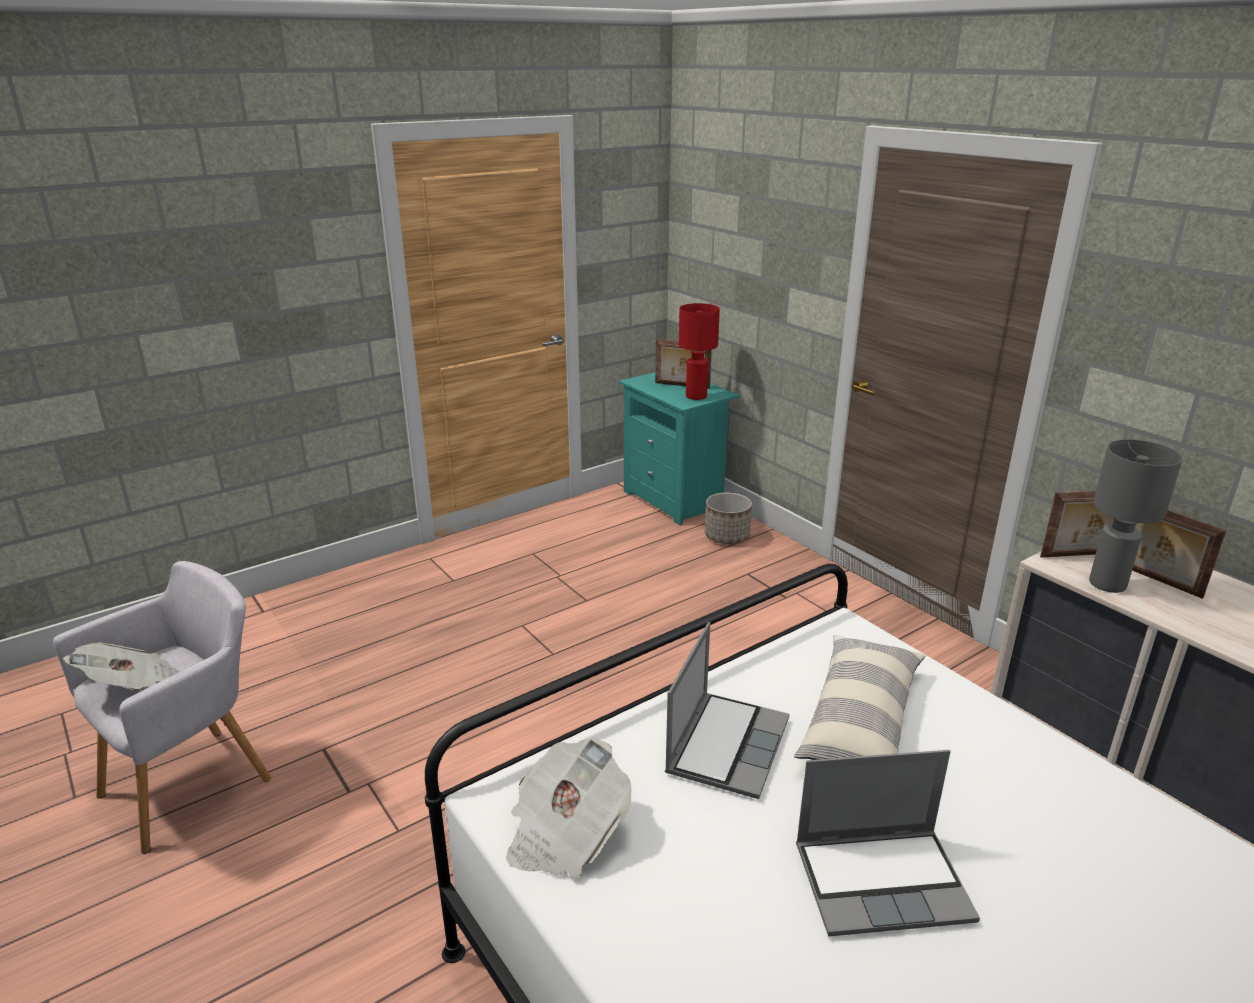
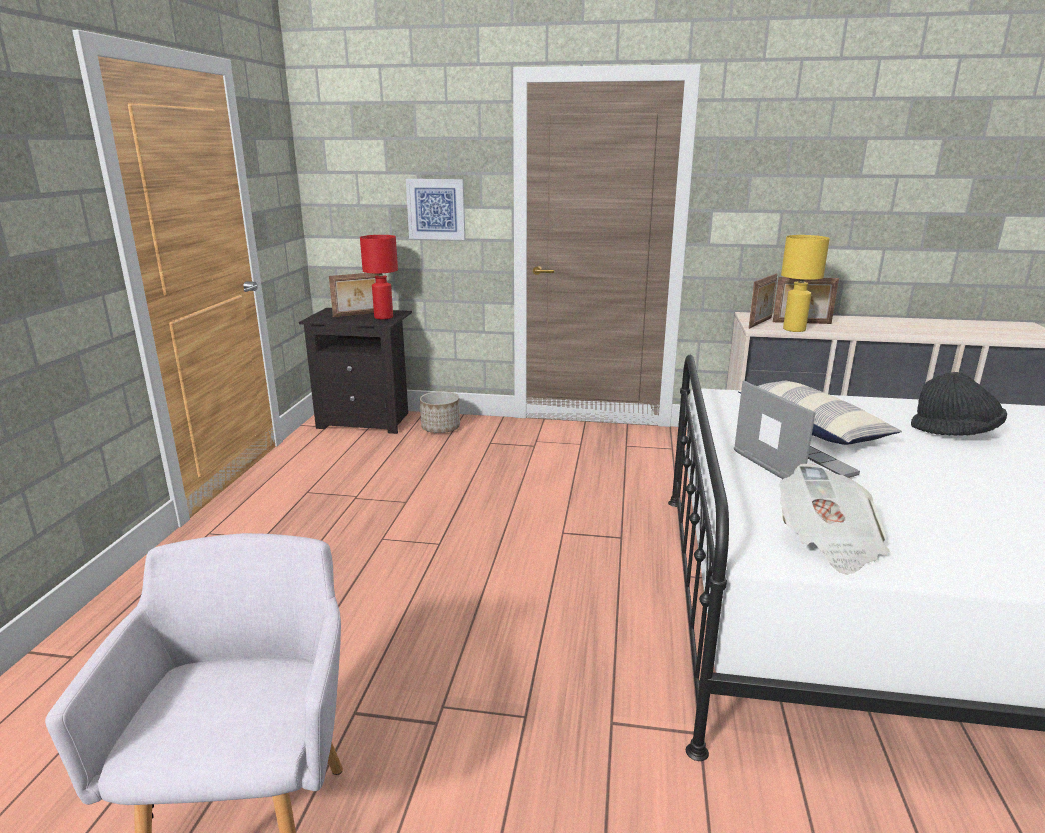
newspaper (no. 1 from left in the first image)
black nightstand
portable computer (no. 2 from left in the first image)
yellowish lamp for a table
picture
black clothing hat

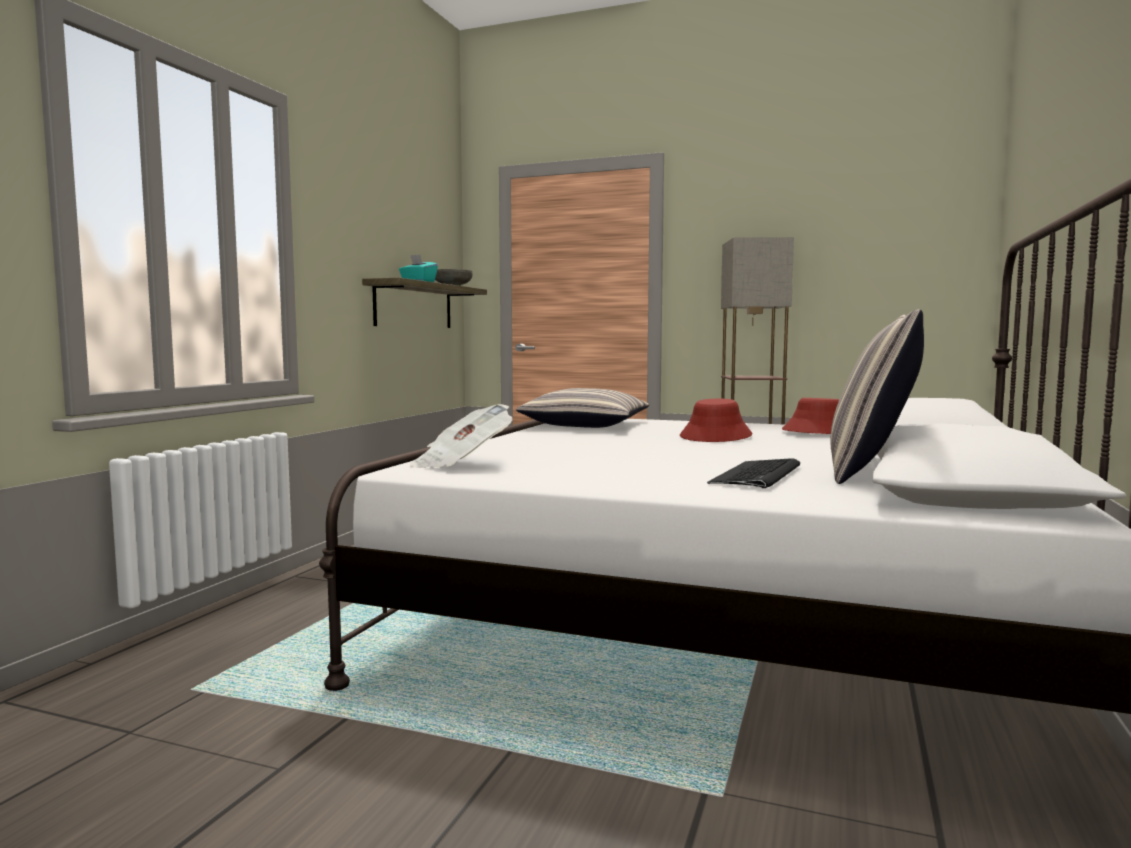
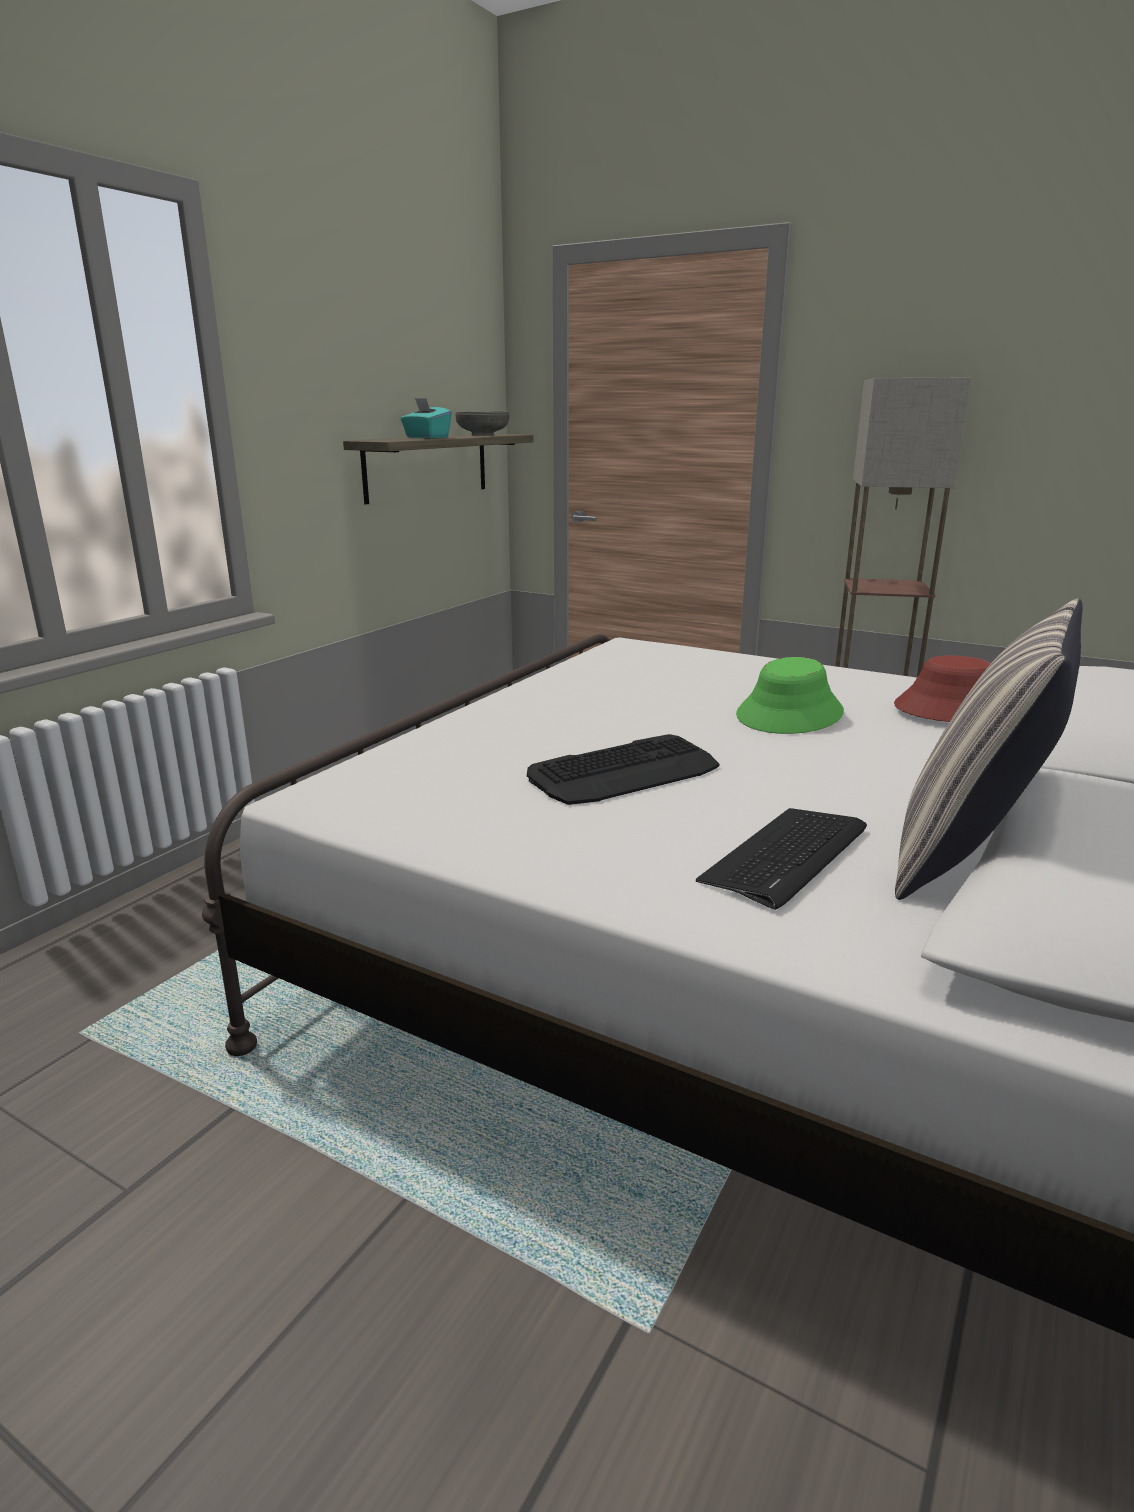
newspaper
pillow (no. 1 from left in the first image)
green clothing hat
PC keyboard (no. 1 from left)

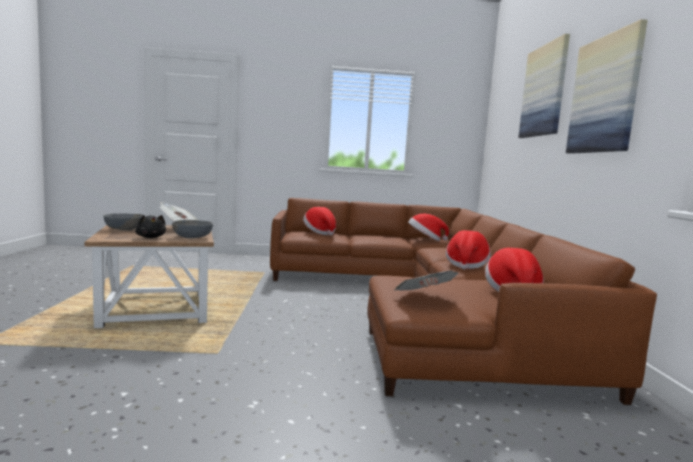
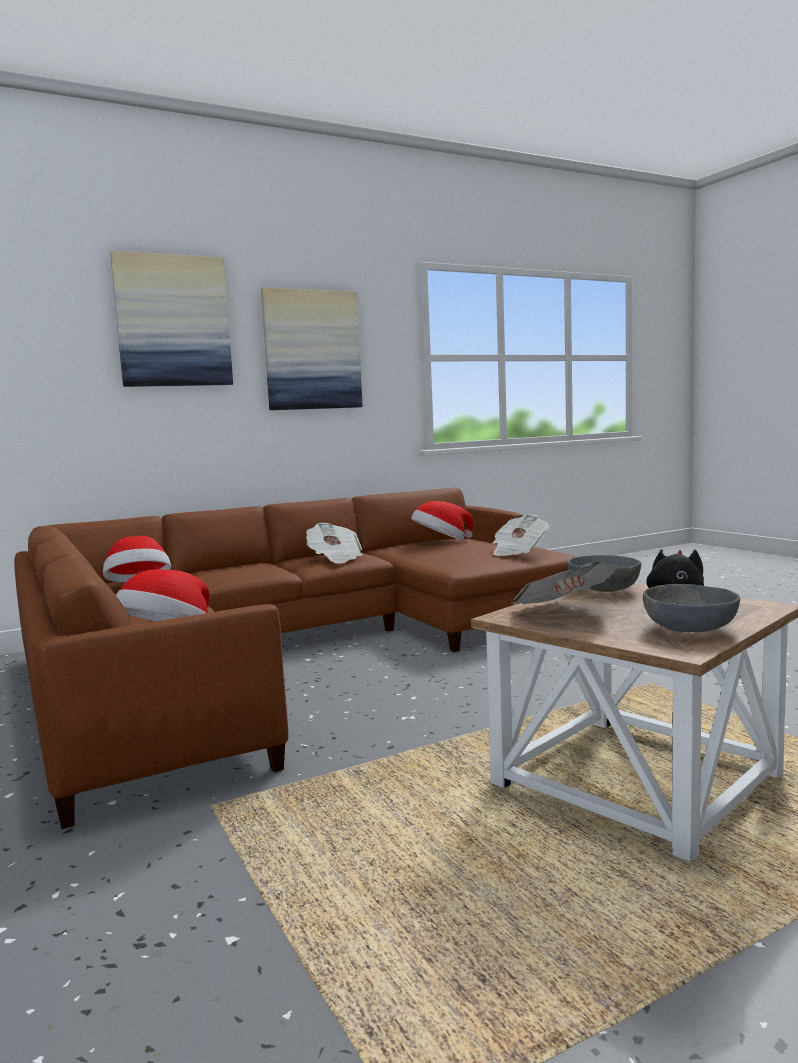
newspaper (no. 1 from left)

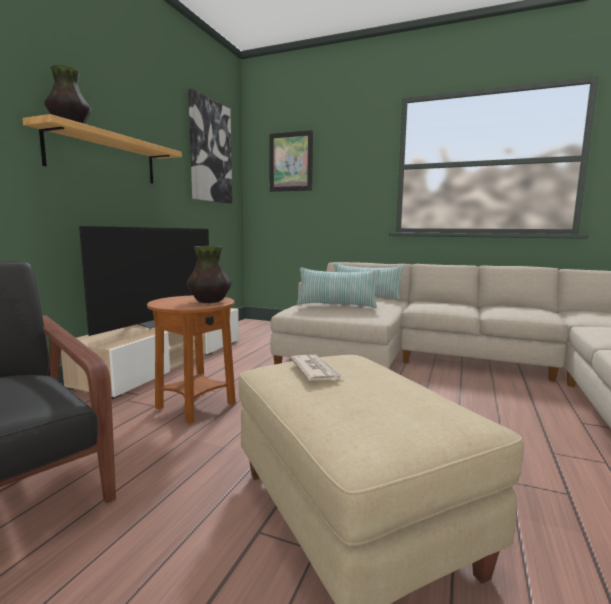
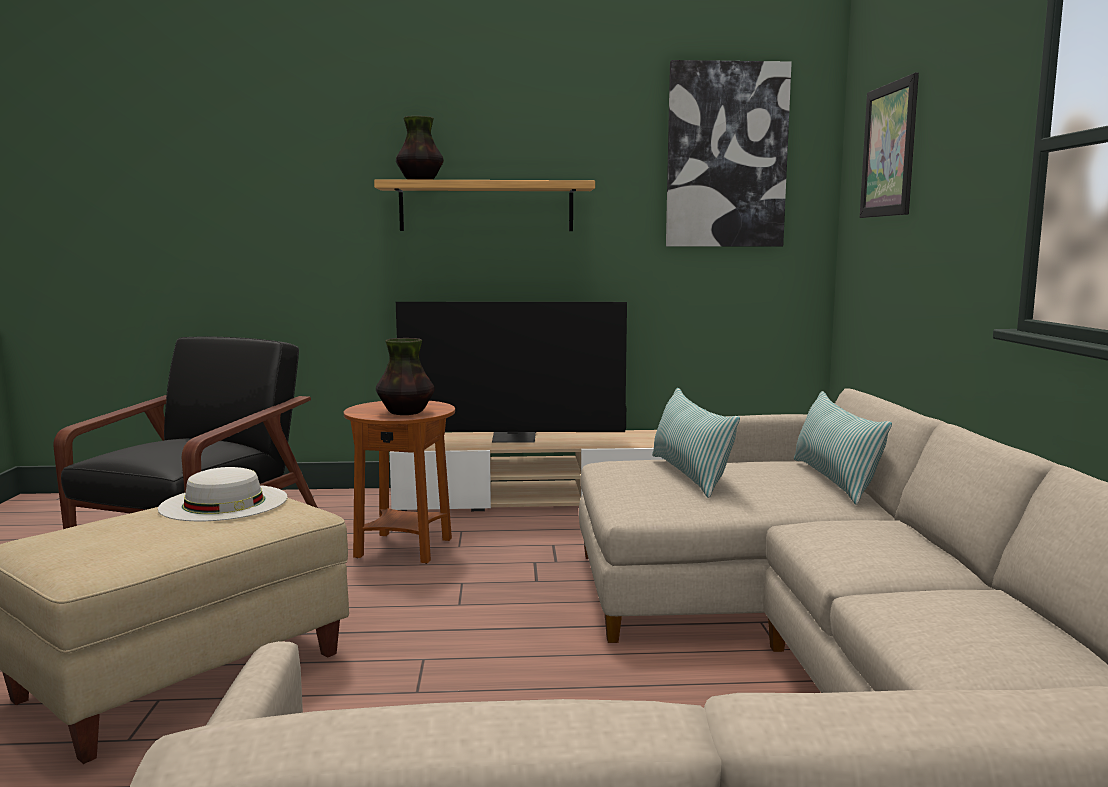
whitish clothing hat

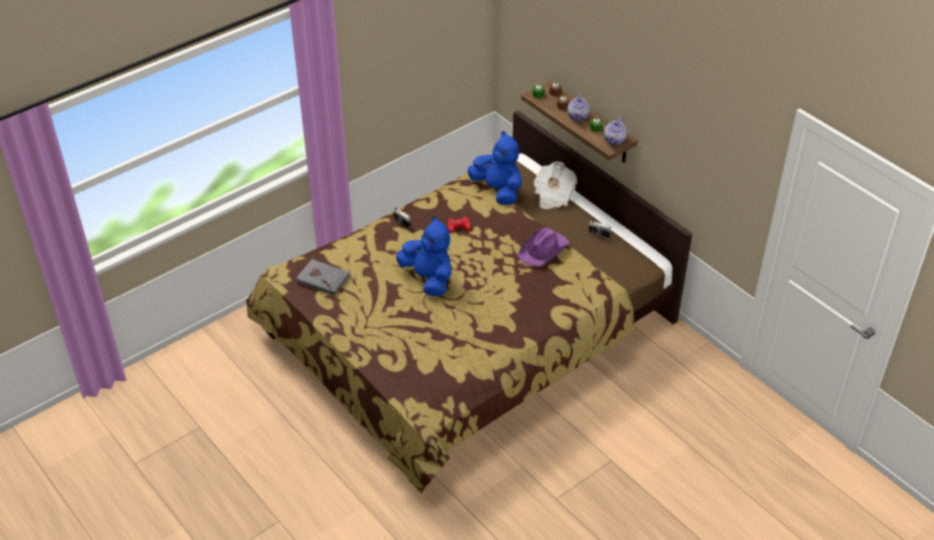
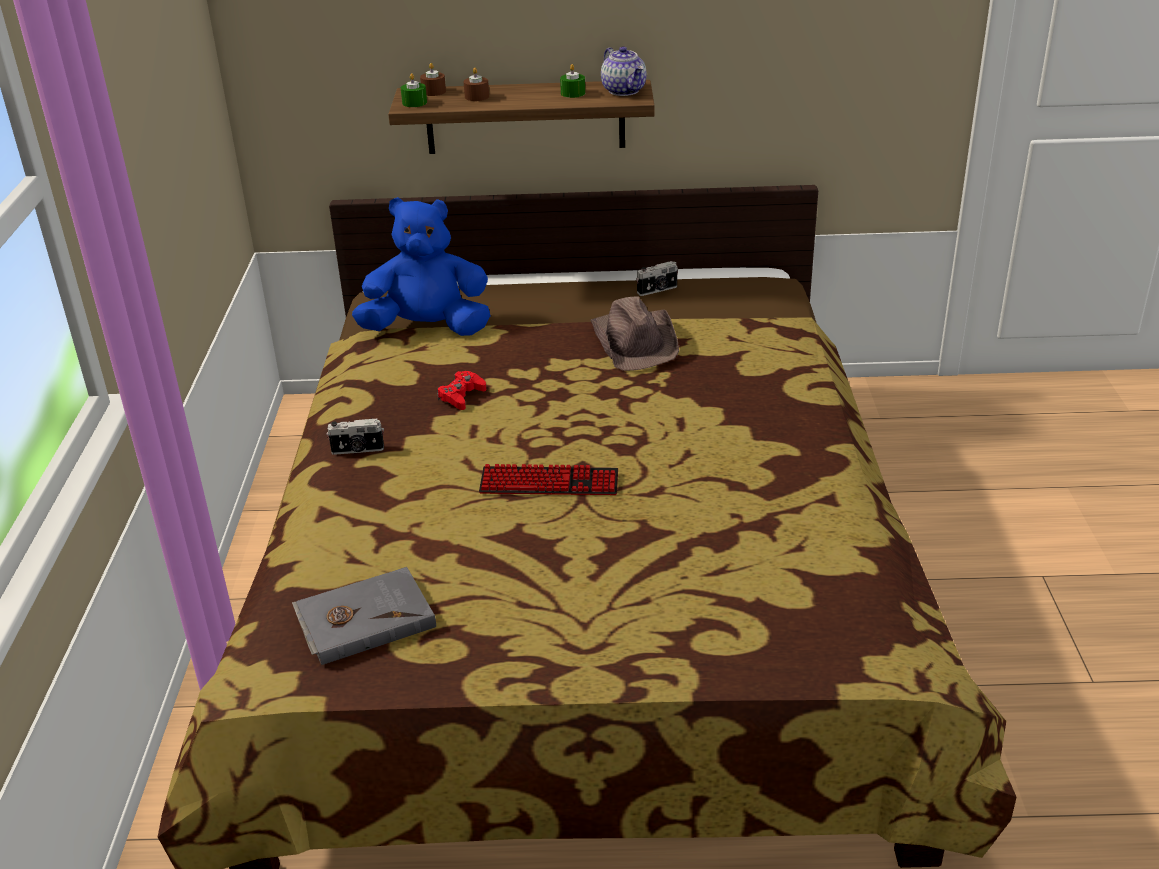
PC keyboard
brown-coloured clothing hat
newspaper
pot for tea (no. 1 from left in the first image)

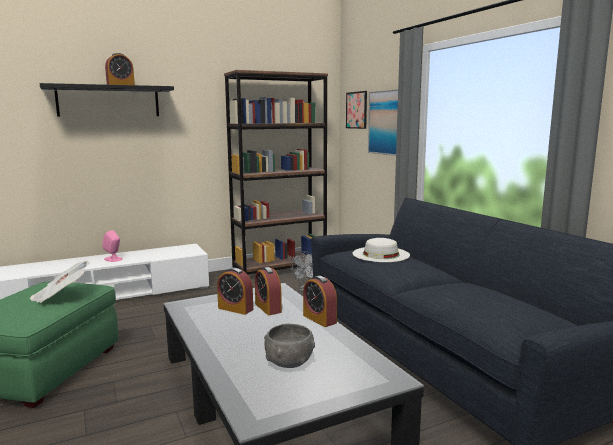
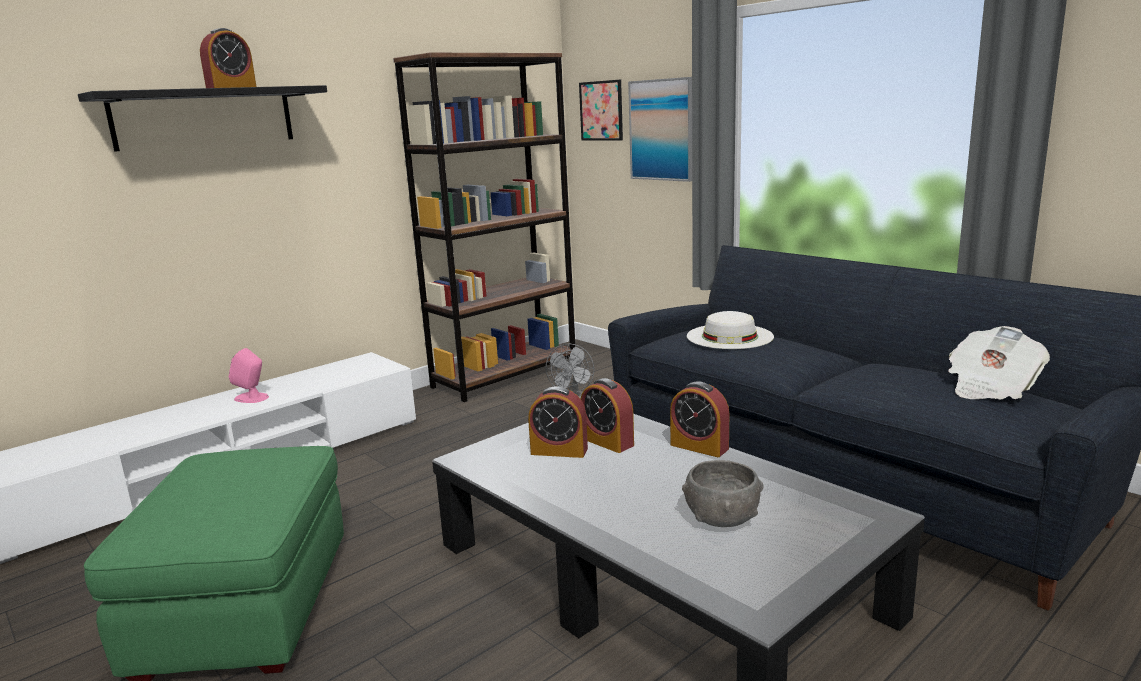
newspaper

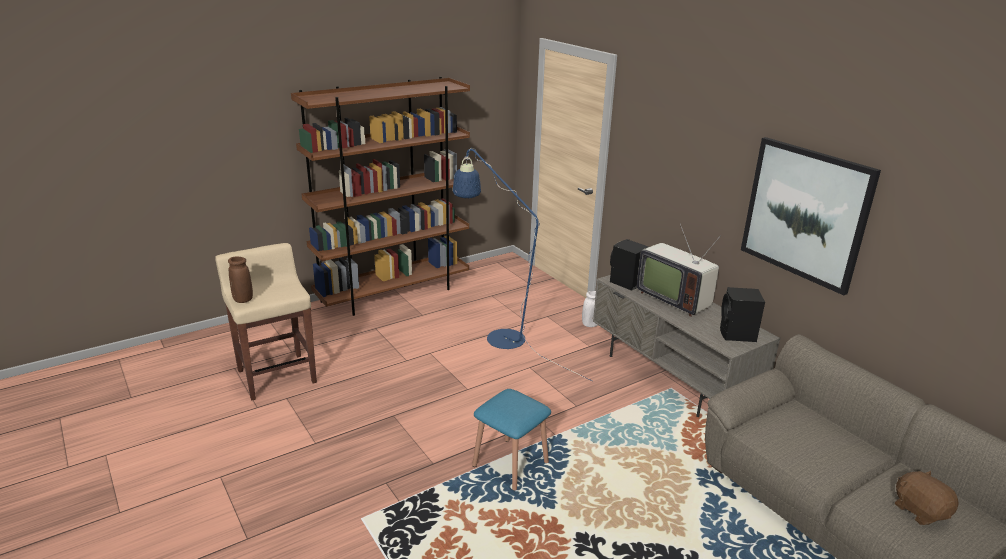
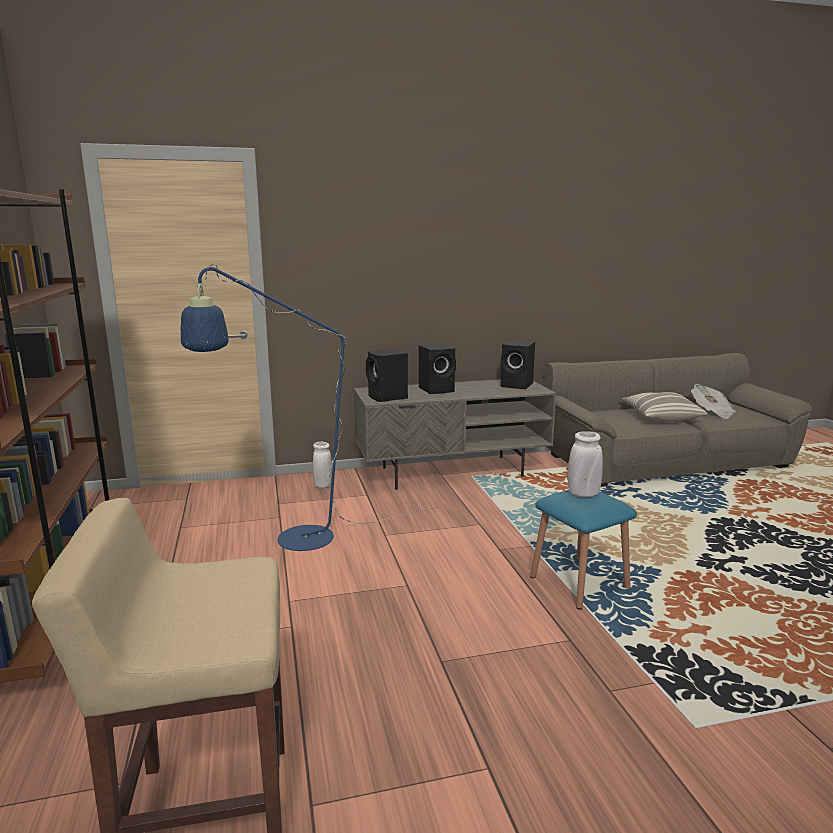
brown-coloured vase
black loudspeaker (no. 2 from left)
picture
newspaper
whitish vase (no. 2 from left)
pillow

